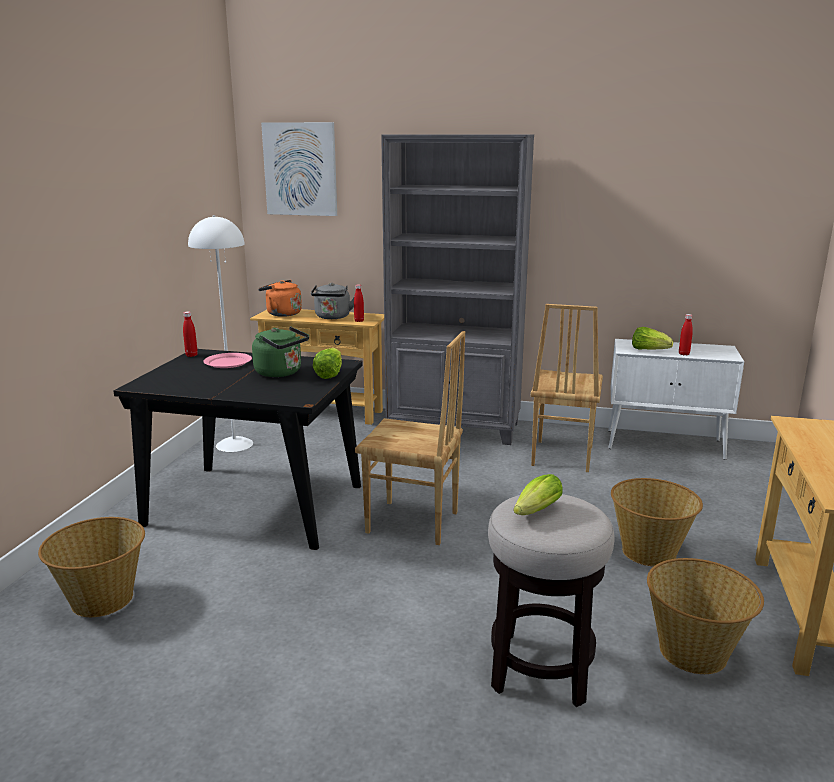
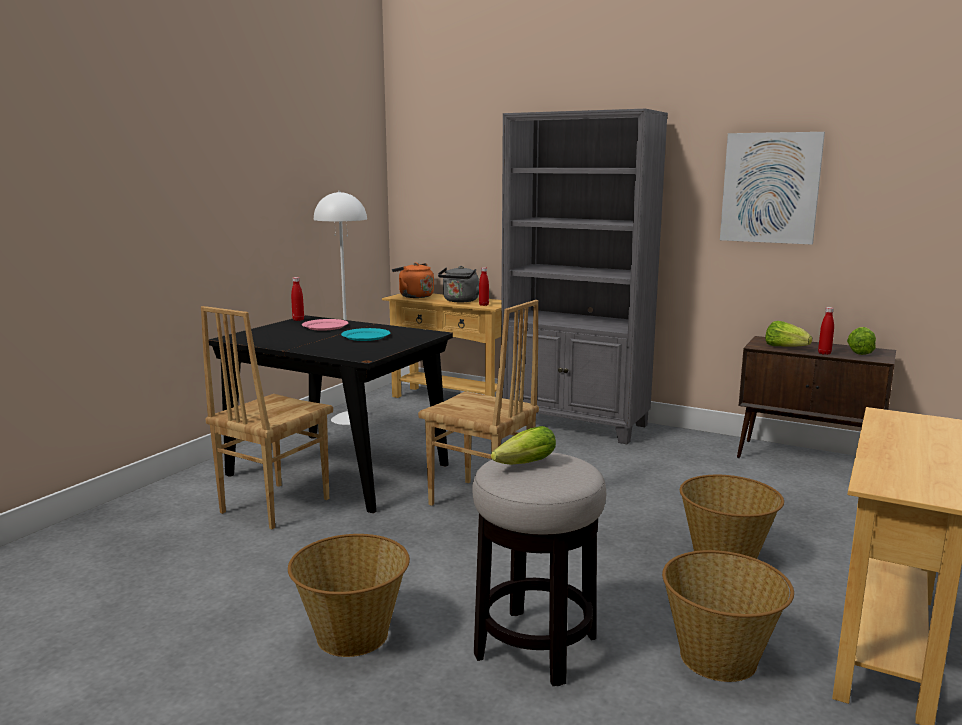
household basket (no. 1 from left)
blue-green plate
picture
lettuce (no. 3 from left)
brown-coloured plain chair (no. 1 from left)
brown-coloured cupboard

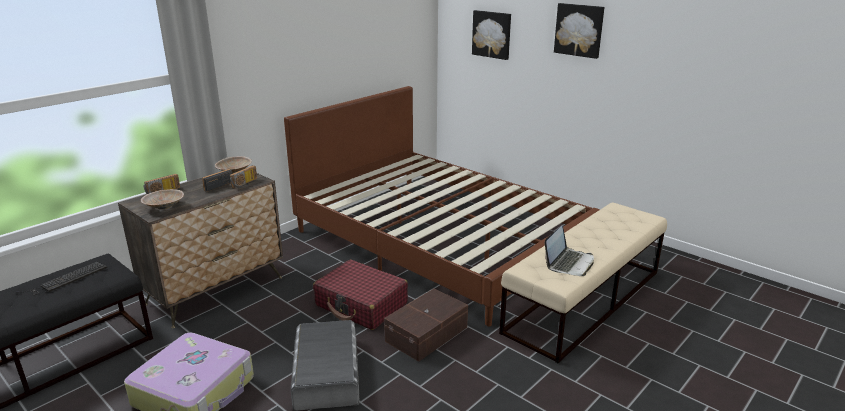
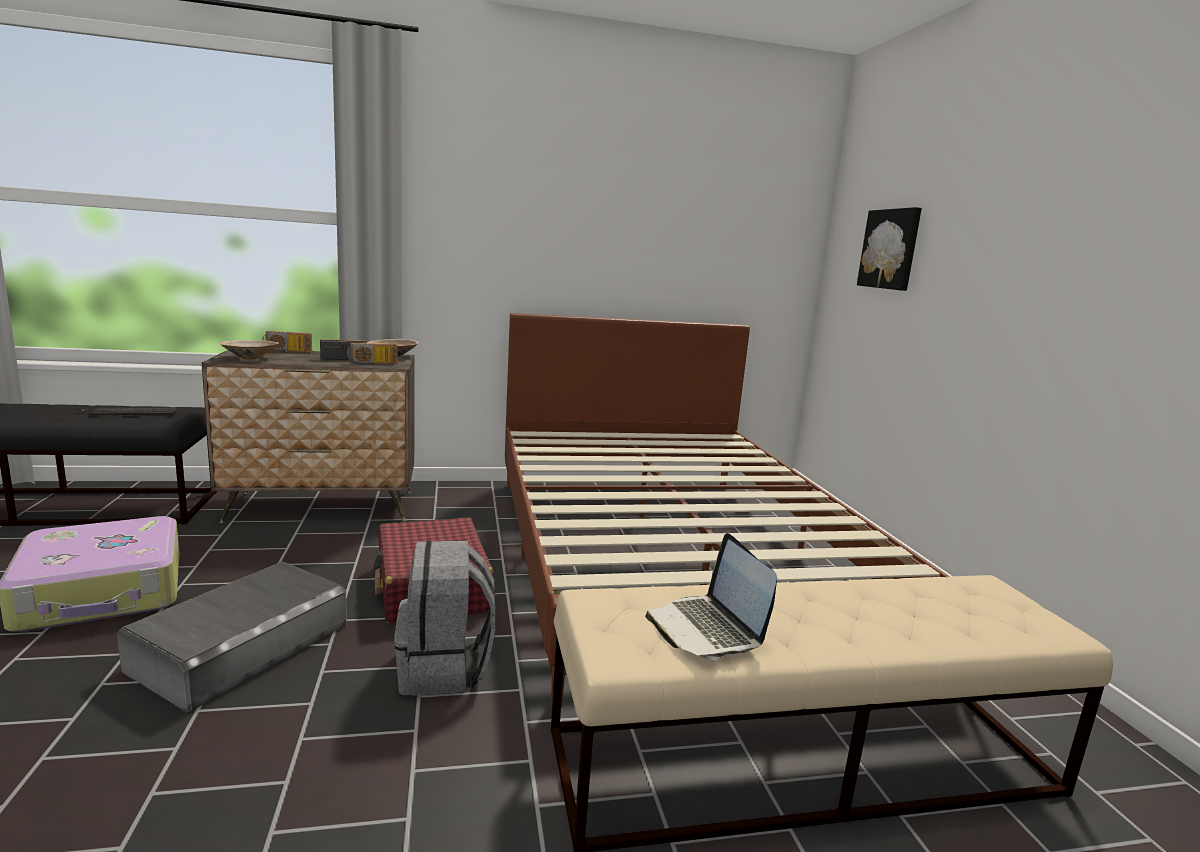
gray knapsack
portable computer
picture (no. 2 from left in the first image)

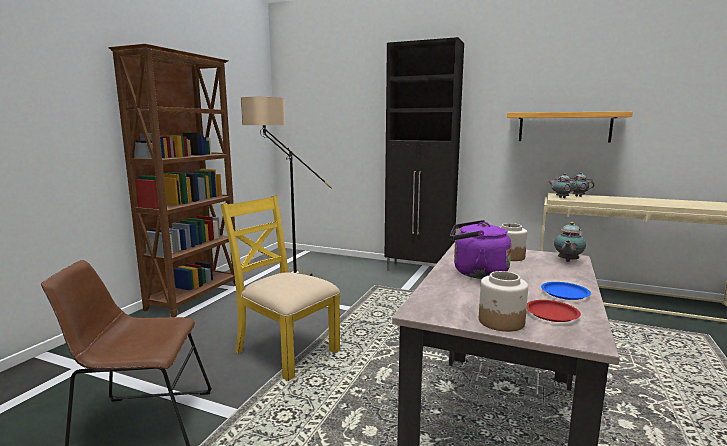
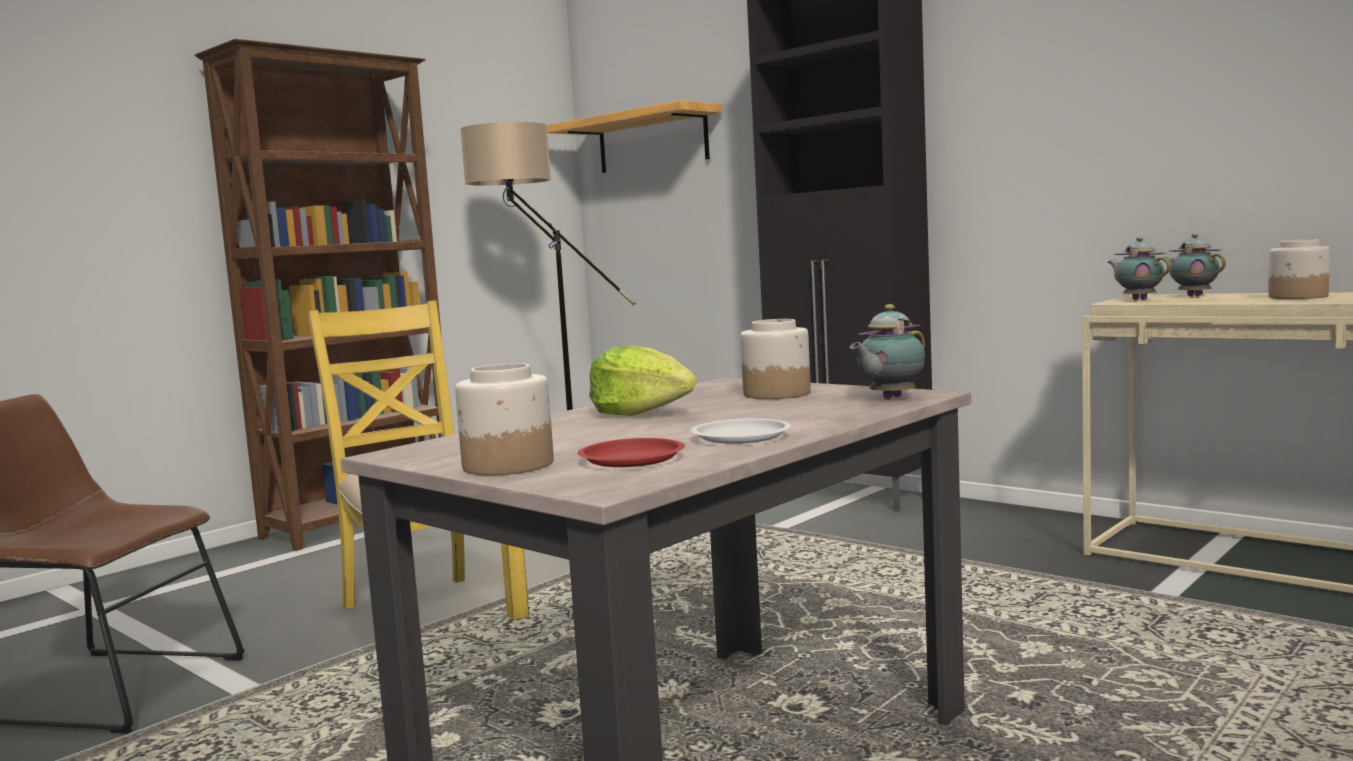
lettuce
shelf
whitish plate
preserve jar (no. 3 from left)

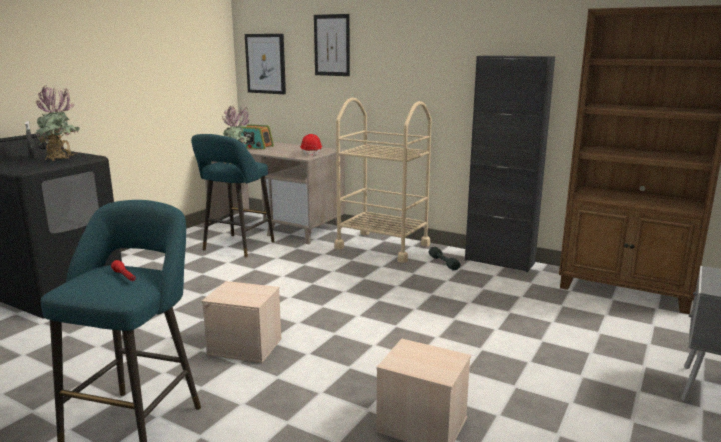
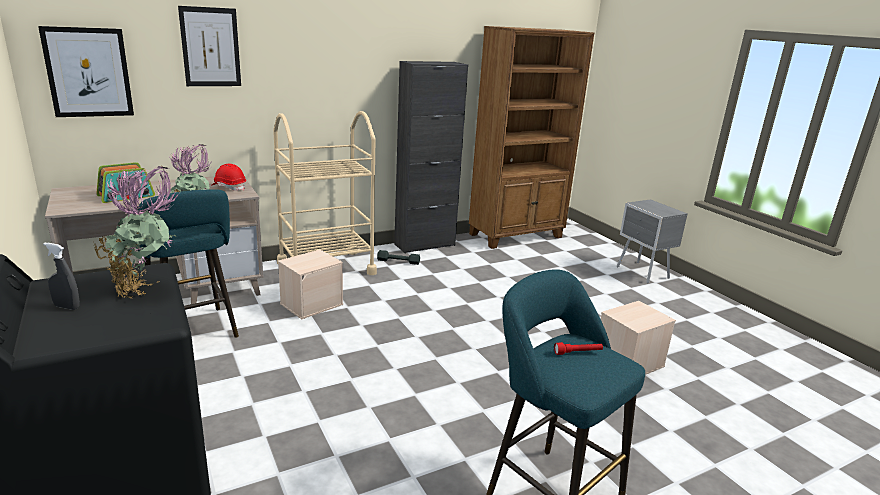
beige storage bin (no. 1 from left)

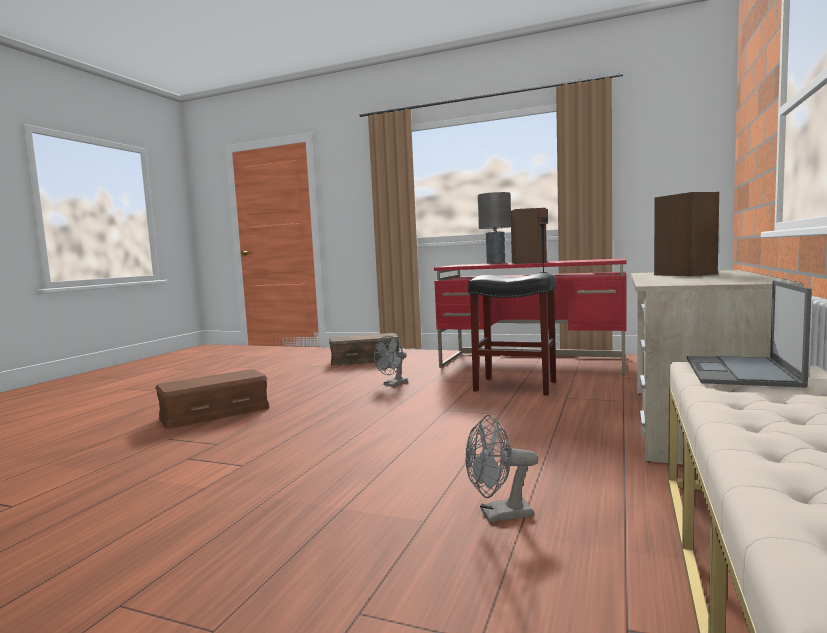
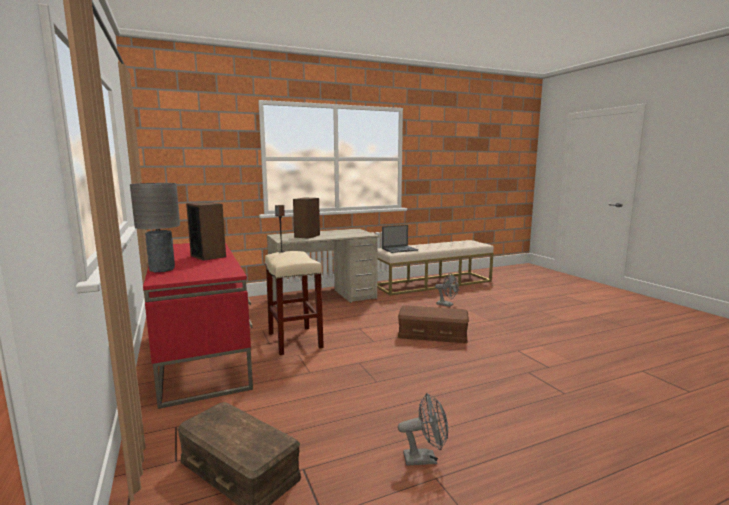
brown-coloured storage bin (no. 2 from left)
gray electric fan (no. 1 from left)
beige sitting stool

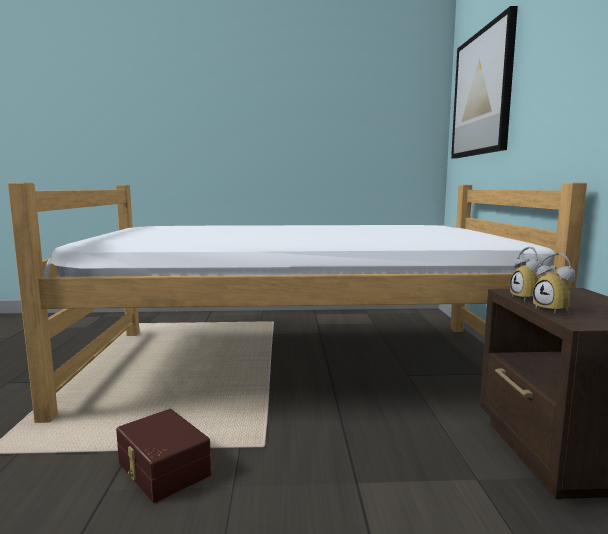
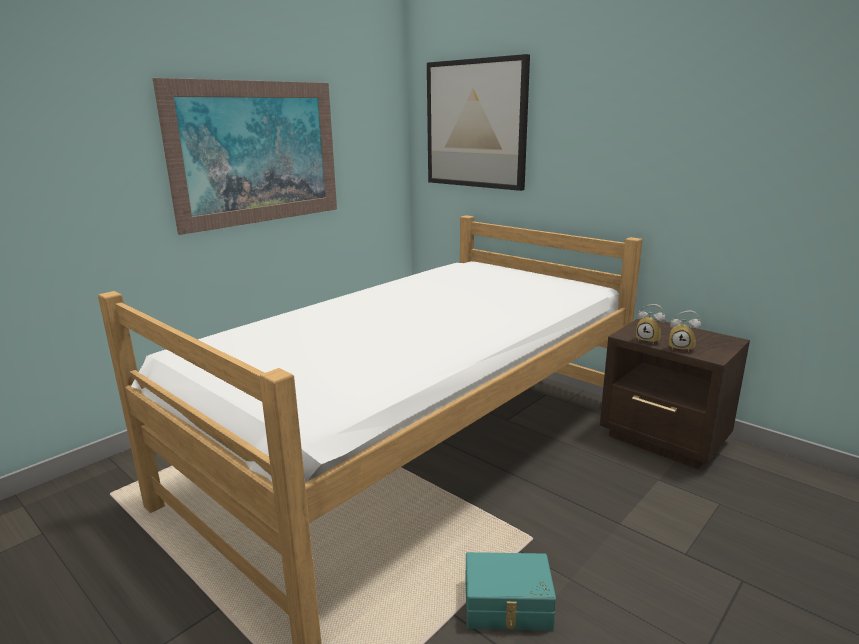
blue-green storage bin
picture (no. 1 from left)

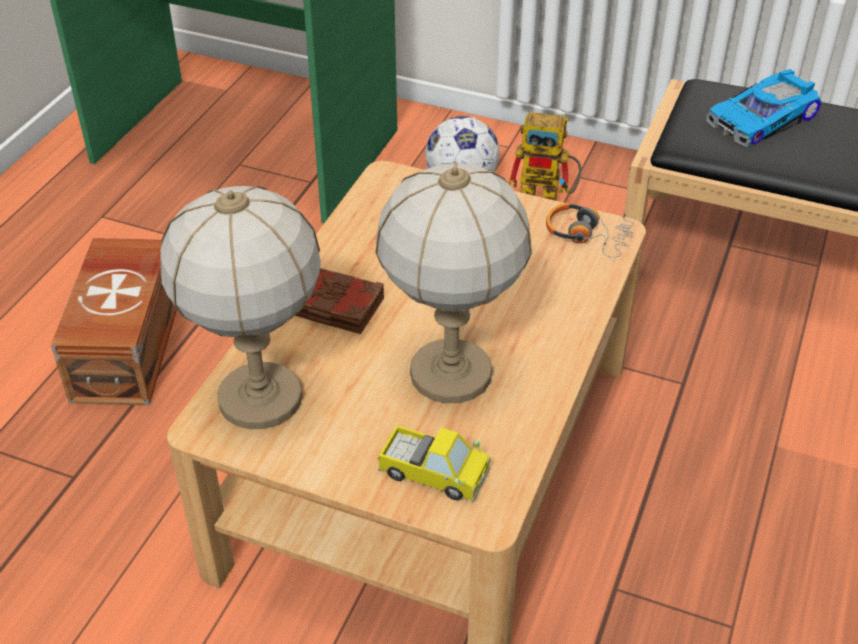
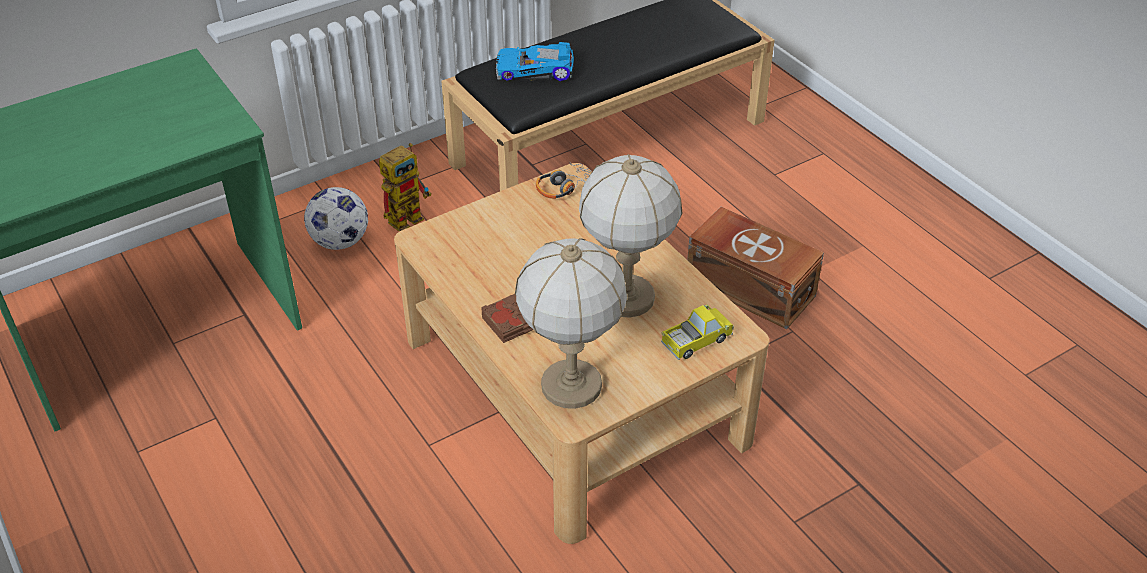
brown-coloured storage bin
model car

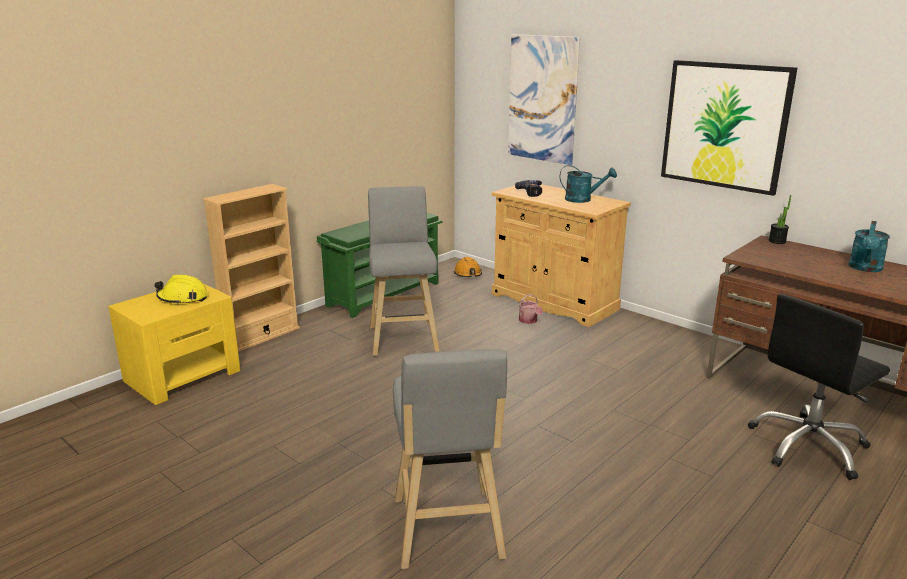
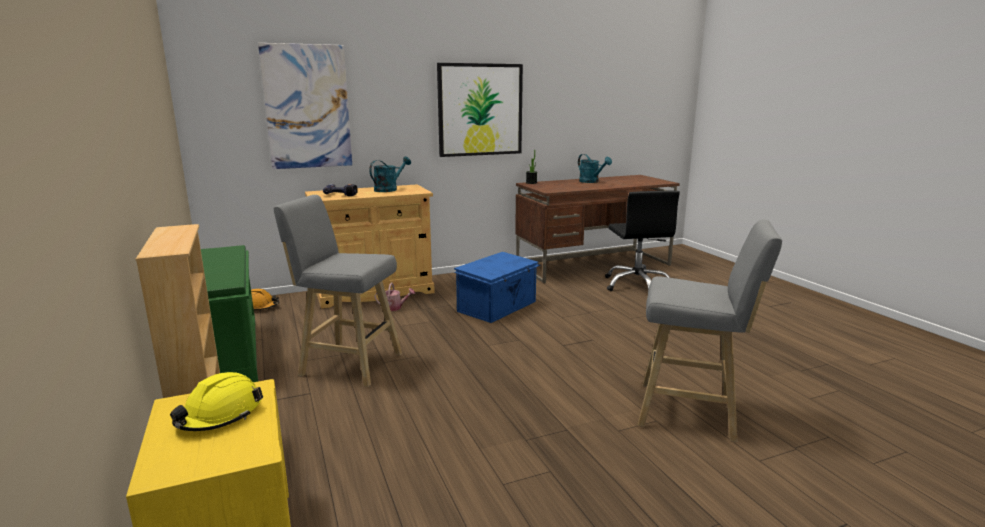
bluish storage bin

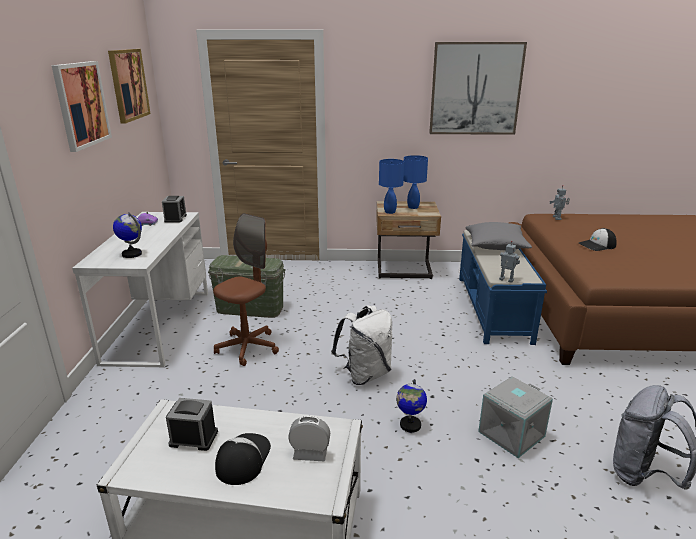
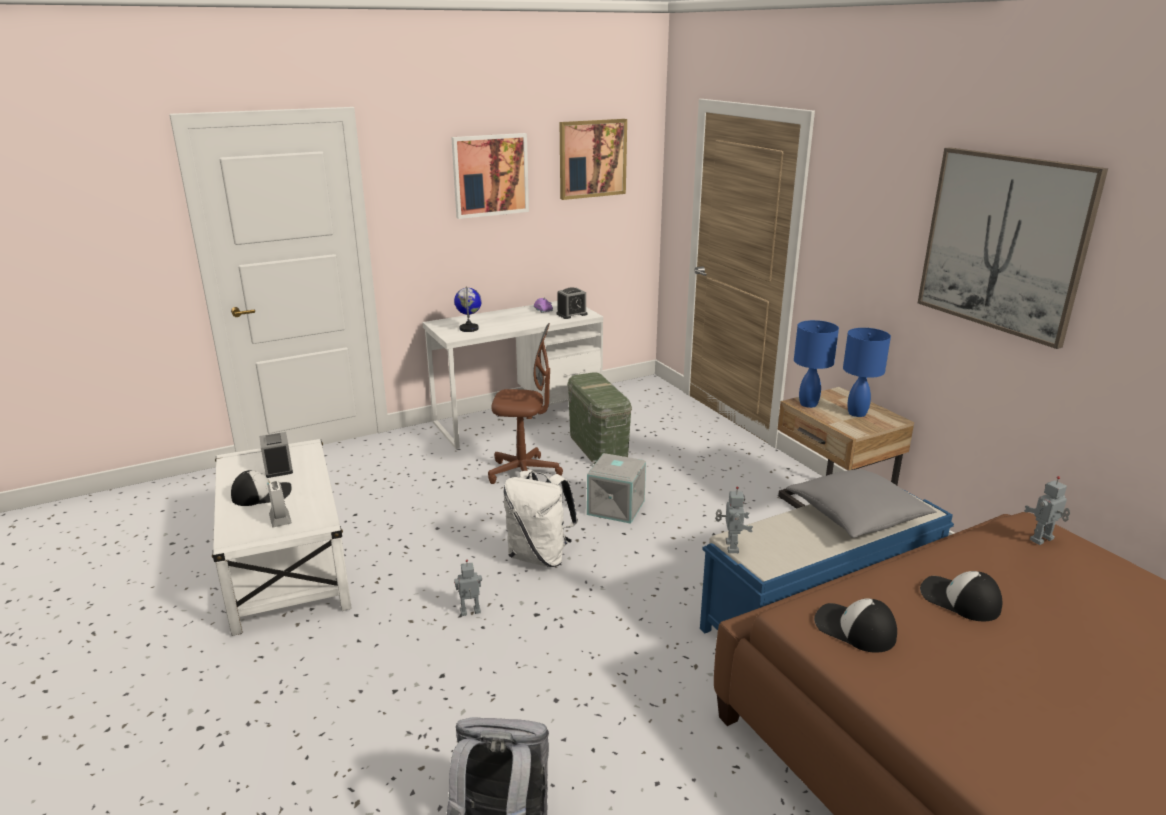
robot figure (no. 1 from left)
gray storage bin
baseball cap (no. 2 from left)

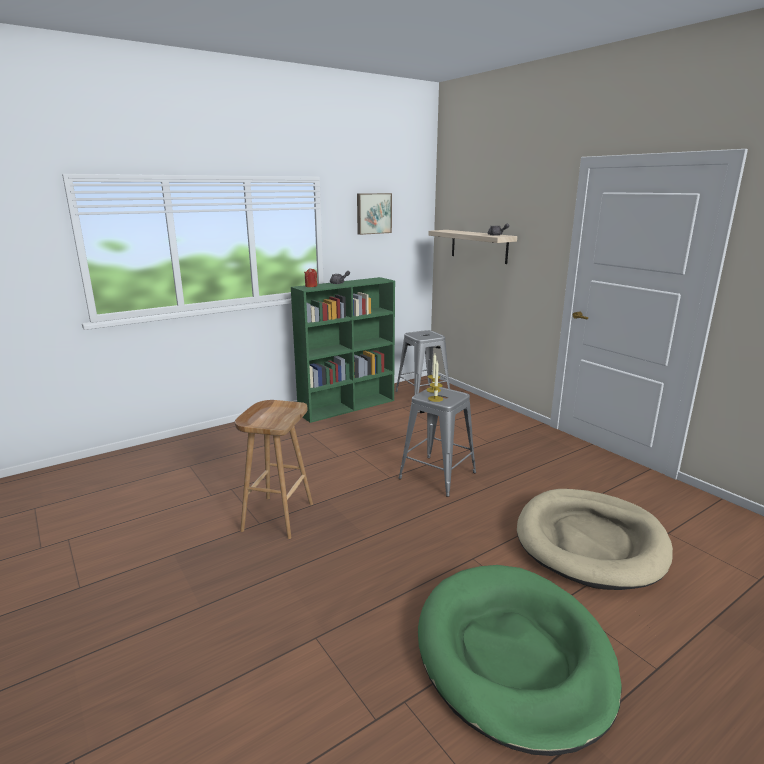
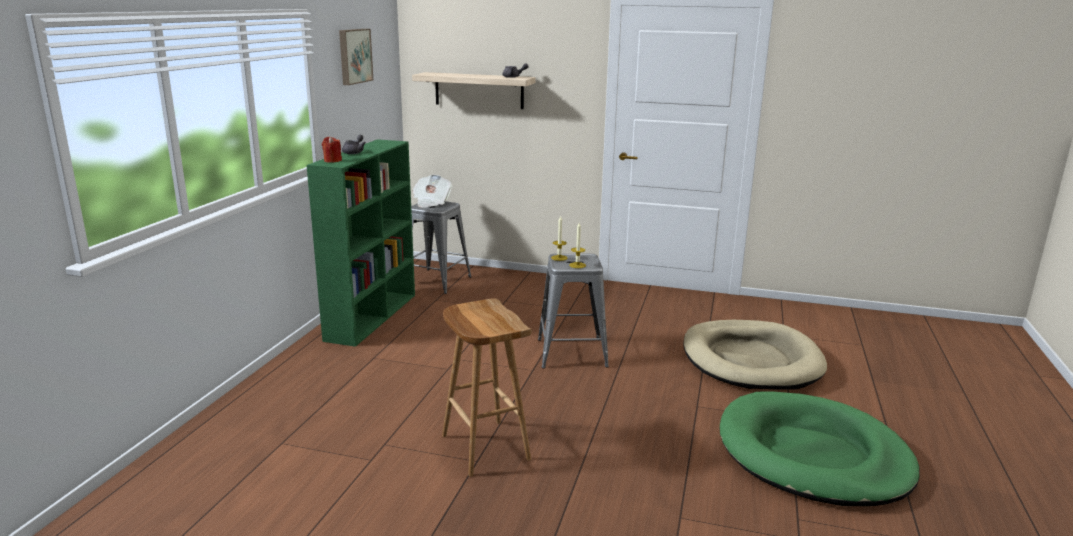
newspaper

